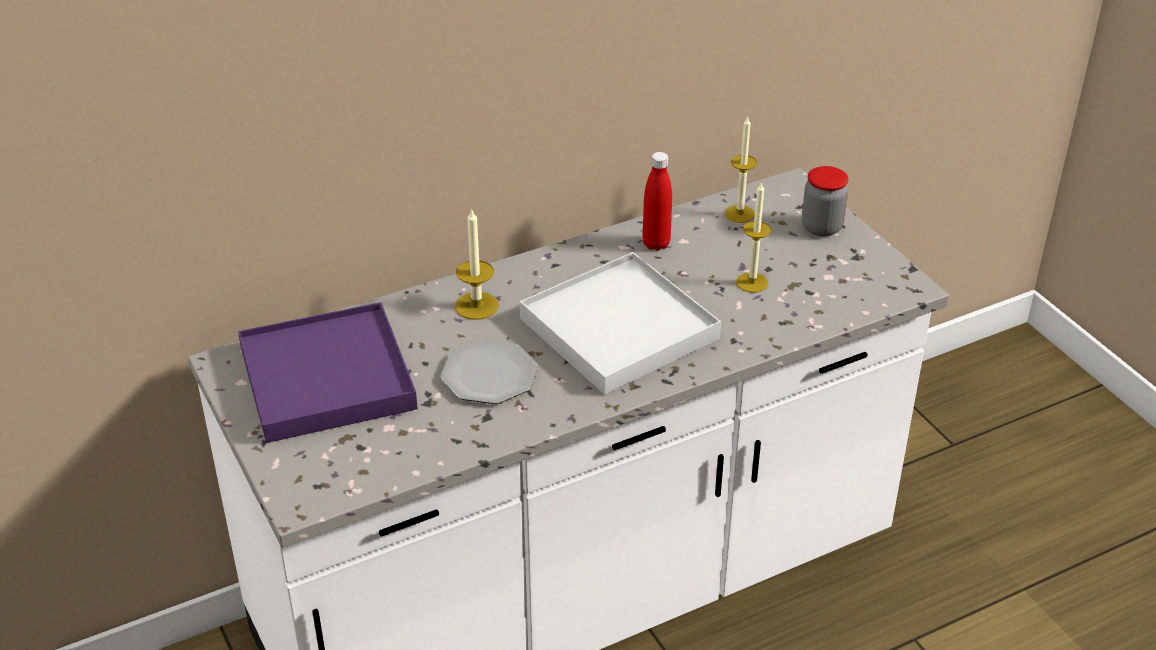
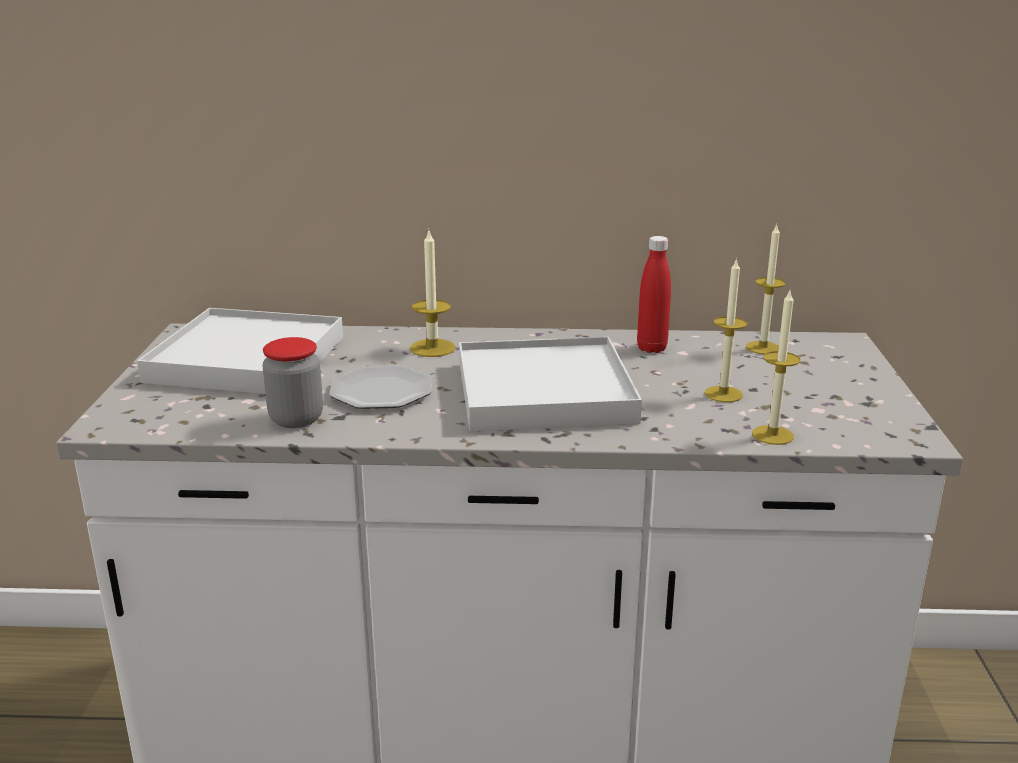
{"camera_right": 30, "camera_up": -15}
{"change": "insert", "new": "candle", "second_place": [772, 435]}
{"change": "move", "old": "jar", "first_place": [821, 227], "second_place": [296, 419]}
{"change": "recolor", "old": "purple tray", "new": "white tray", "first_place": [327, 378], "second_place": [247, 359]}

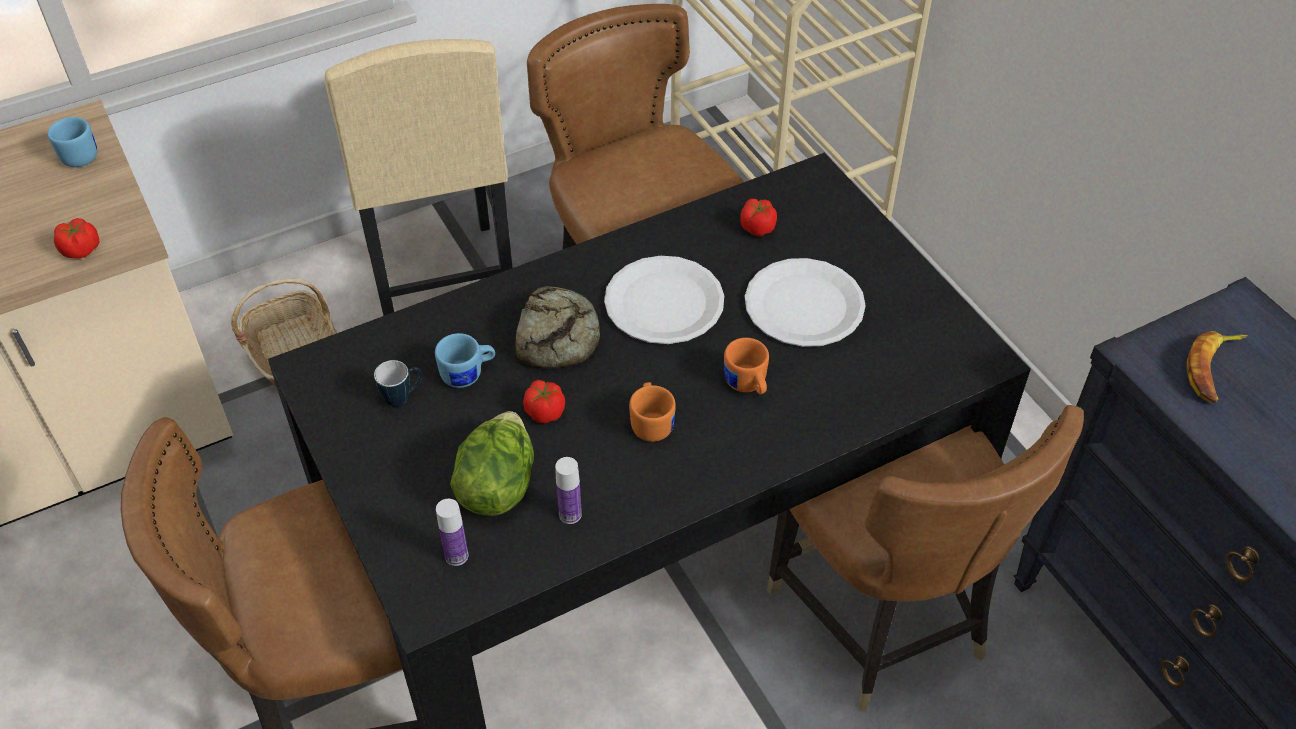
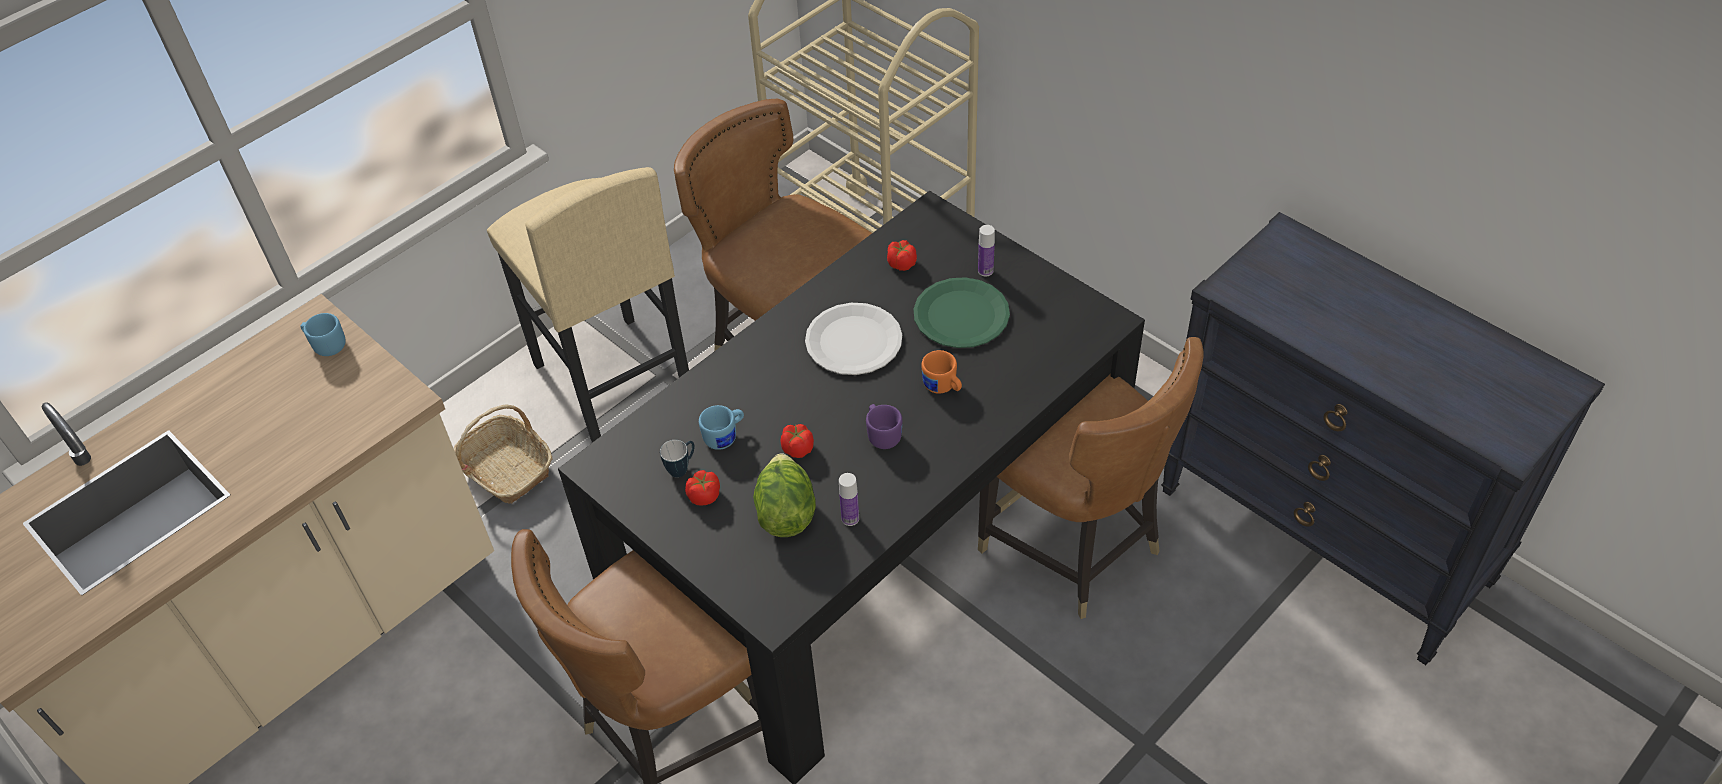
{"camera_right": -15, "camera_up": 0}
{"change": "delete", "old": "bread", "first_place": [558, 335]}
{"change": "delete", "old": "banana", "first_place": [1213, 369]}
{"change": "move", "old": "tomato", "first_place": [81, 250], "second_place": [704, 496]}
{"change": "move", "old": "bottle", "first_place": [456, 556], "second_place": [985, 271]}
{"change": "recolor", "old": "orange mug", "new": "purple mug", "first_place": [652, 422], "second_place": [882, 434]}
{"change": "recolor", "old": "white plate", "new": "green plate", "first_place": [804, 305], "second_place": [961, 315]}

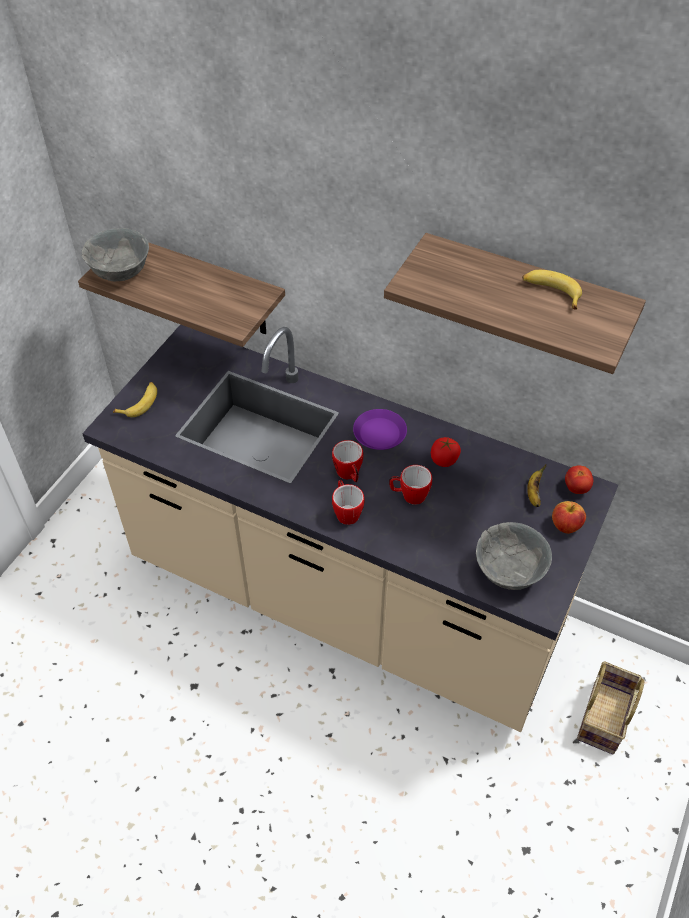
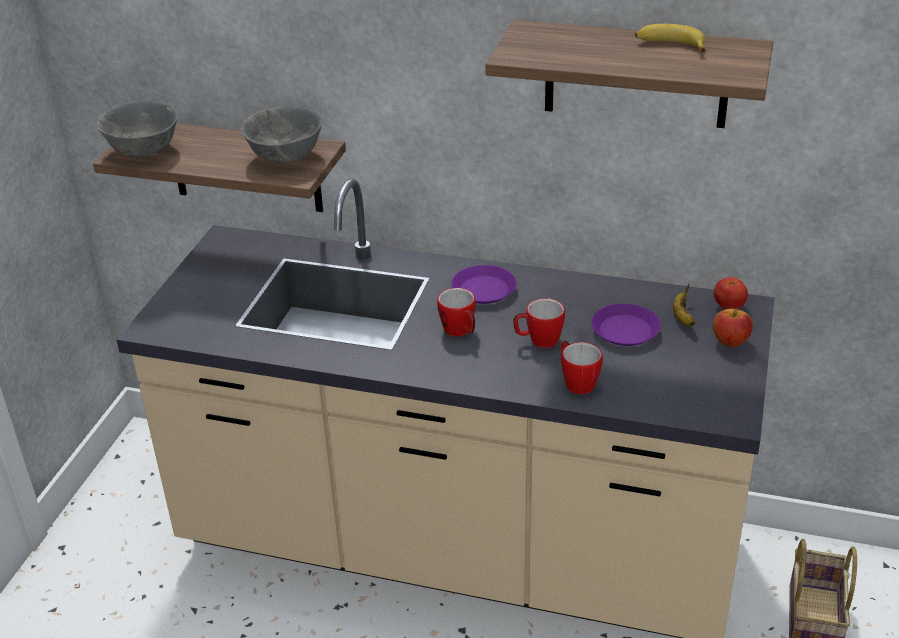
{"camera_right": -10, "camera_up": -15}
{"change": "delete", "old": "banana", "first_place": [140, 403]}
{"change": "delete", "old": "tomato", "first_place": [444, 460]}
{"change": "insert", "new": "purple plate", "second_place": [625, 330]}
{"change": "move", "old": "mug", "first_place": [346, 511], "second_place": [576, 382]}
{"change": "move", "old": "grey bowl", "first_place": [509, 571], "second_place": [285, 156]}

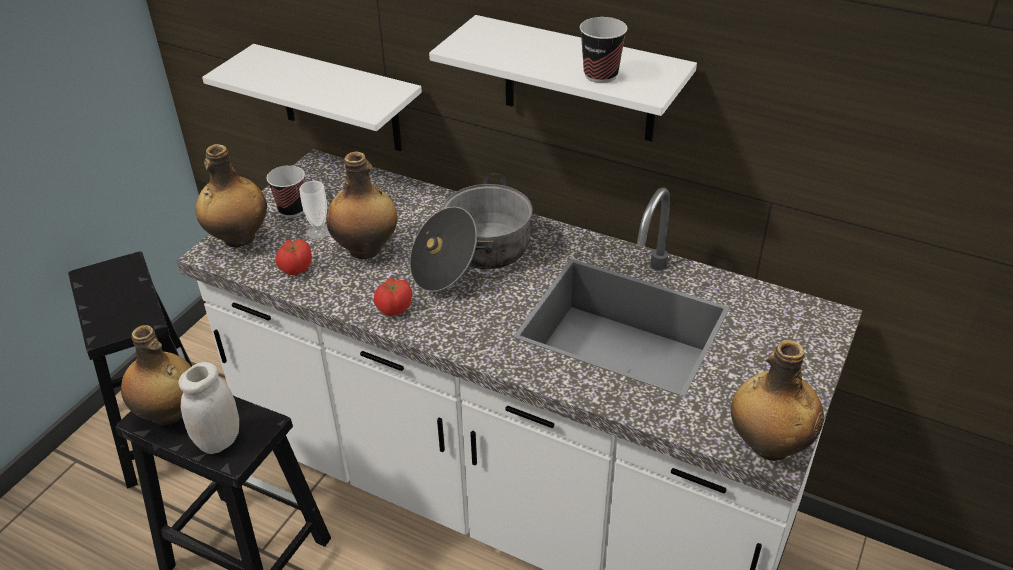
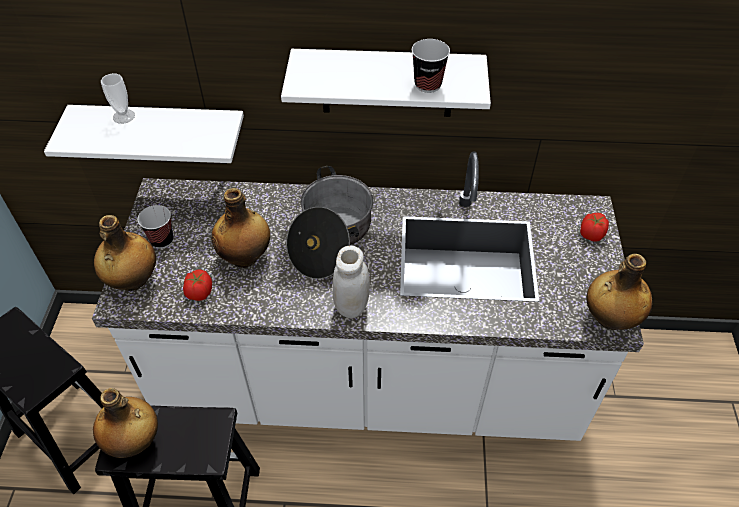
{"camera_right": -25, "camera_up": 10}
{"change": "move", "old": "white jar", "first_place": [219, 440], "second_place": [351, 306]}
{"change": "move", "old": "cup", "first_place": [319, 231], "second_place": [124, 116]}
{"change": "move", "old": "tomato", "first_place": [394, 308], "second_place": [591, 234]}

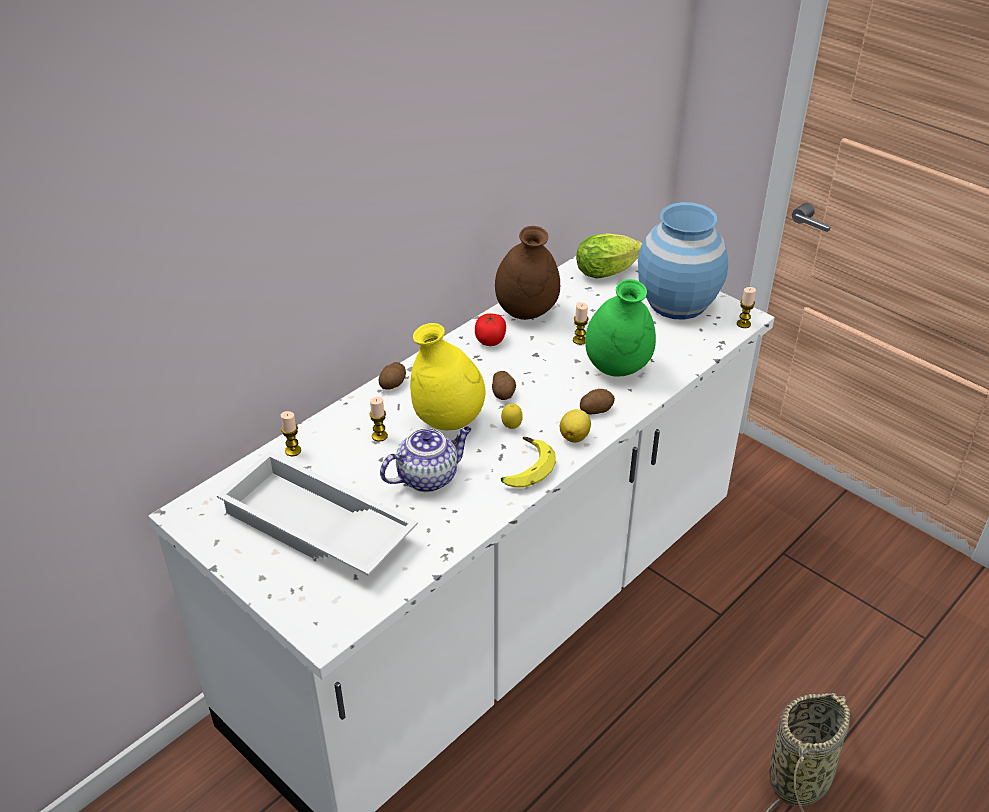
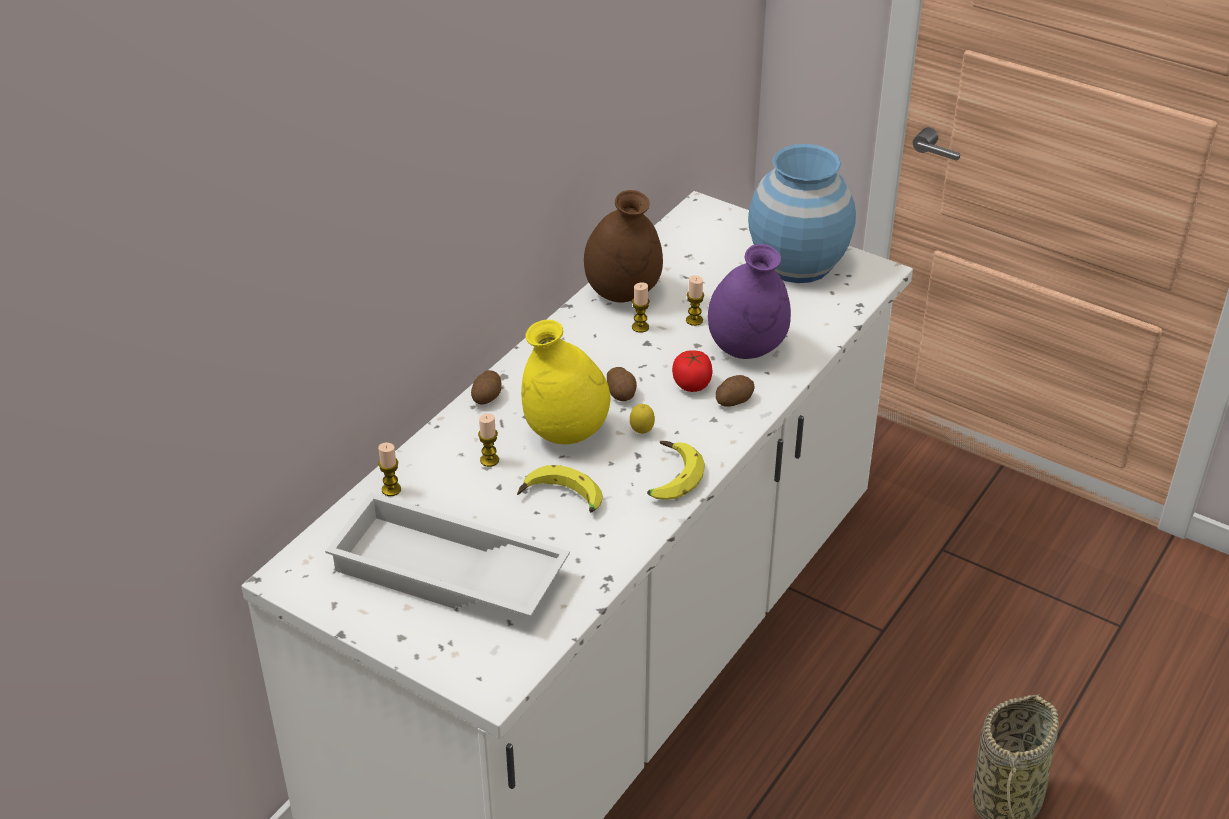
{"camera_right": -10, "camera_up": 0}
{"change": "delete", "old": "lemon", "first_place": [575, 436]}
{"change": "delete", "old": "lettuce", "first_place": [609, 272]}
{"change": "move", "old": "tomato", "first_place": [490, 340], "second_place": [692, 384]}
{"change": "move", "old": "candle", "first_place": [743, 324], "second_place": [640, 327]}
{"change": "replace", "old": "teapot", "new": "banana", "first_place": [428, 477], "second_place": [561, 500]}
{"change": "recolor", "old": "green vase", "new": "purple vase", "first_place": [617, 368], "second_place": [746, 349]}

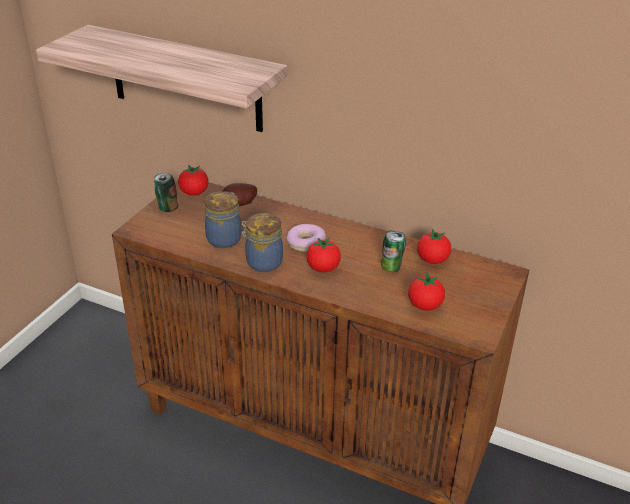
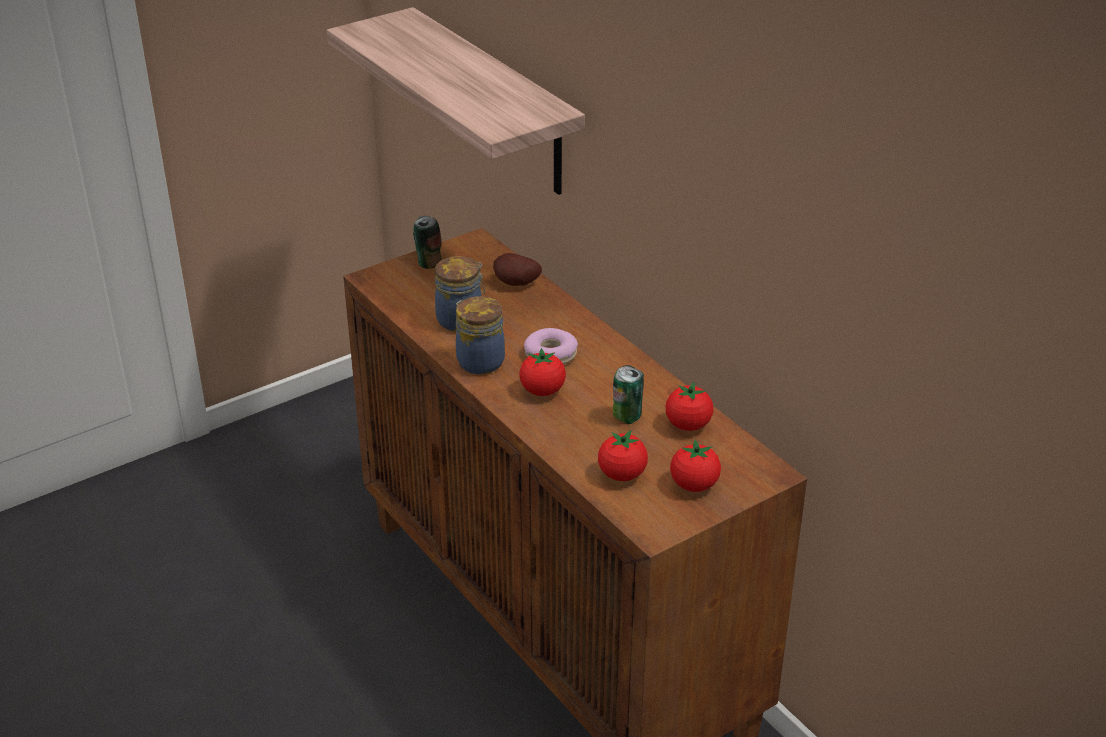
{"camera_right": 30, "camera_up": 0}
{"change": "move", "old": "tomato", "first_place": [194, 193], "second_place": [694, 485]}

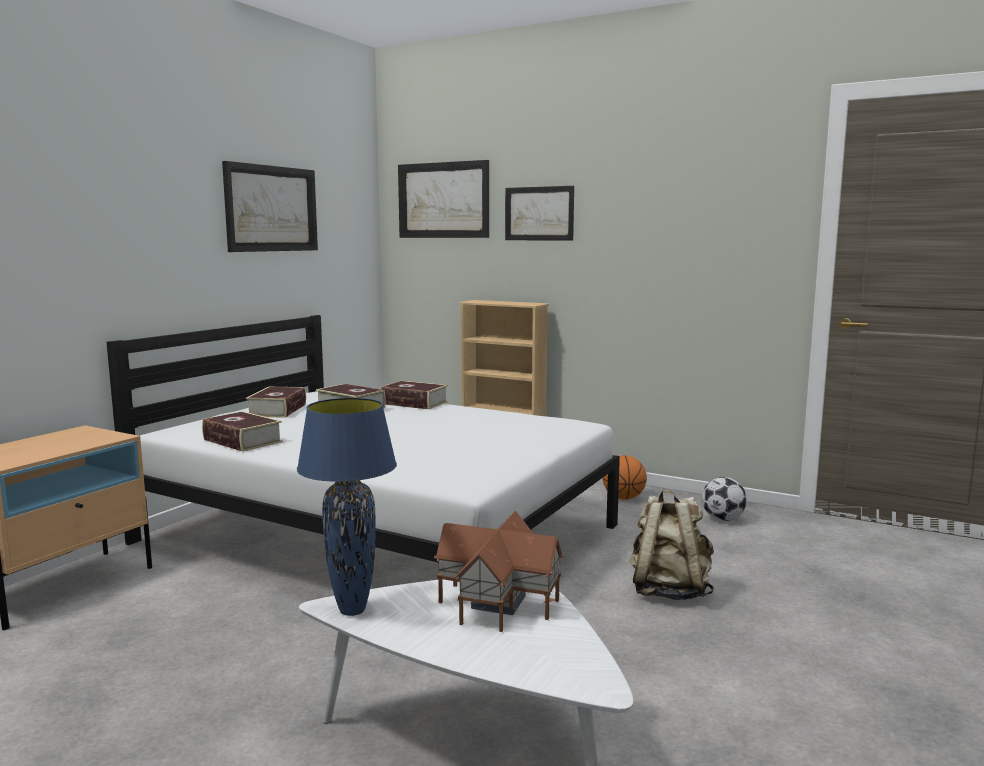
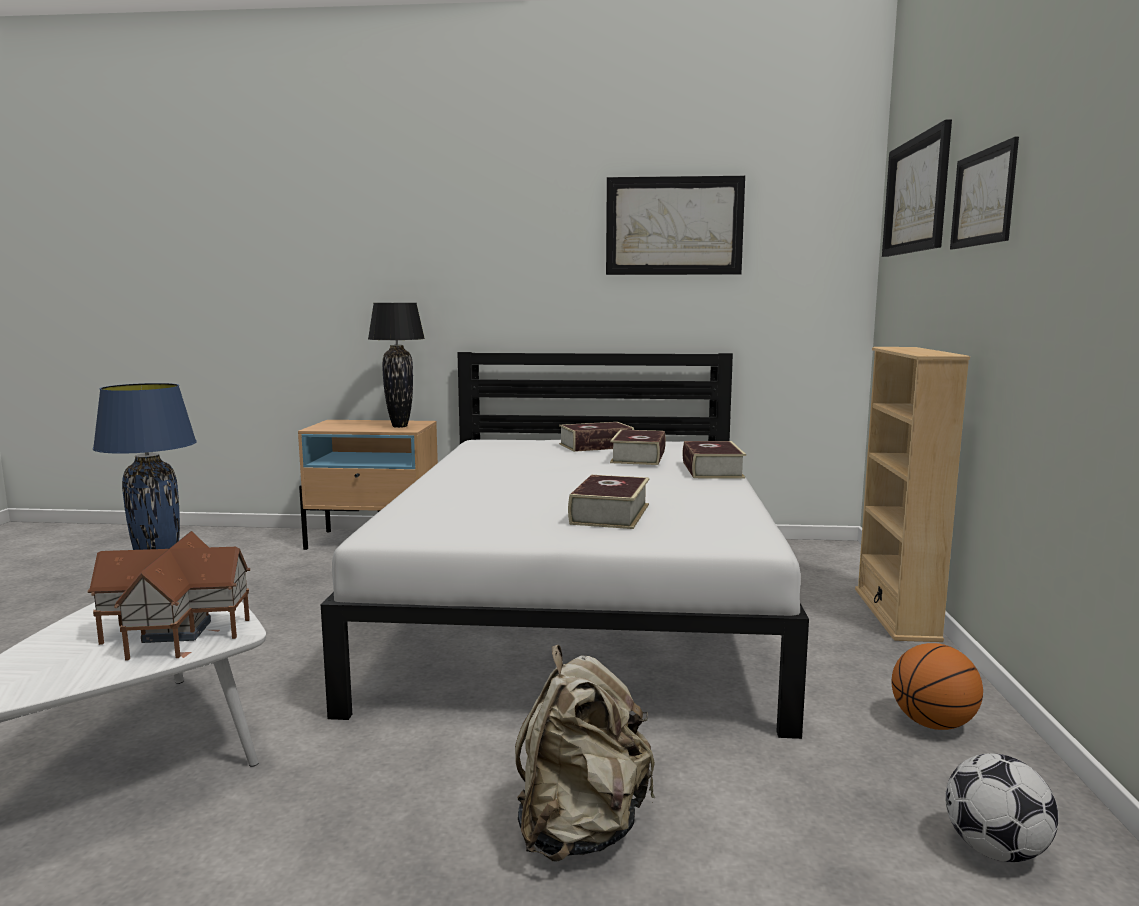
{"camera_right": 65, "camera_up": 0}
{"change": "insert", "new": "black table lamp", "second_place": [399, 426]}
{"change": "move", "old": "book", "first_place": [242, 441], "second_place": [610, 514]}

